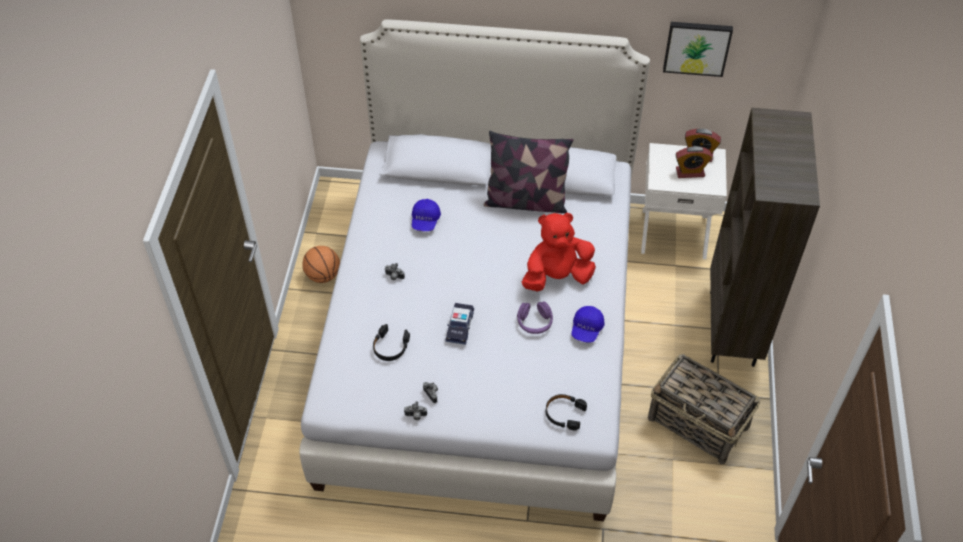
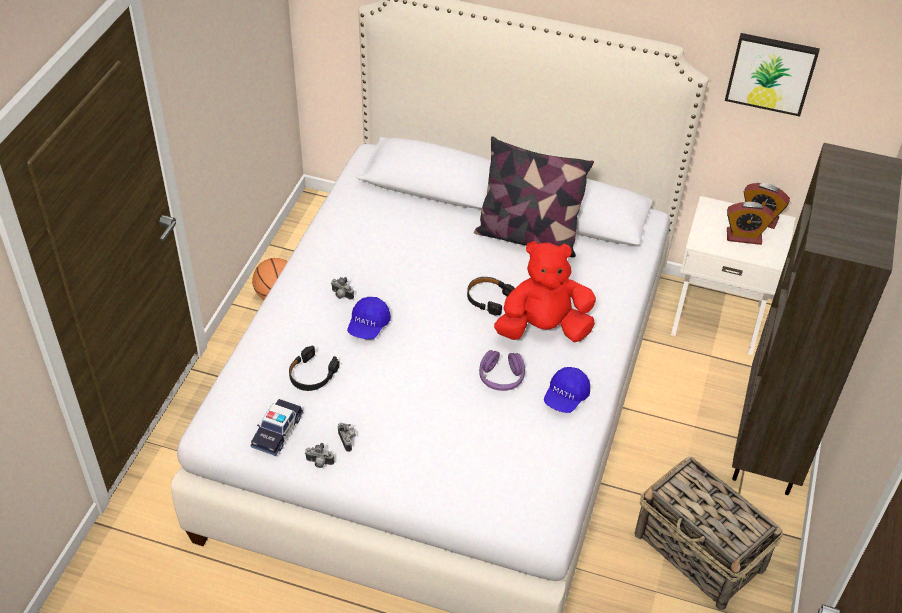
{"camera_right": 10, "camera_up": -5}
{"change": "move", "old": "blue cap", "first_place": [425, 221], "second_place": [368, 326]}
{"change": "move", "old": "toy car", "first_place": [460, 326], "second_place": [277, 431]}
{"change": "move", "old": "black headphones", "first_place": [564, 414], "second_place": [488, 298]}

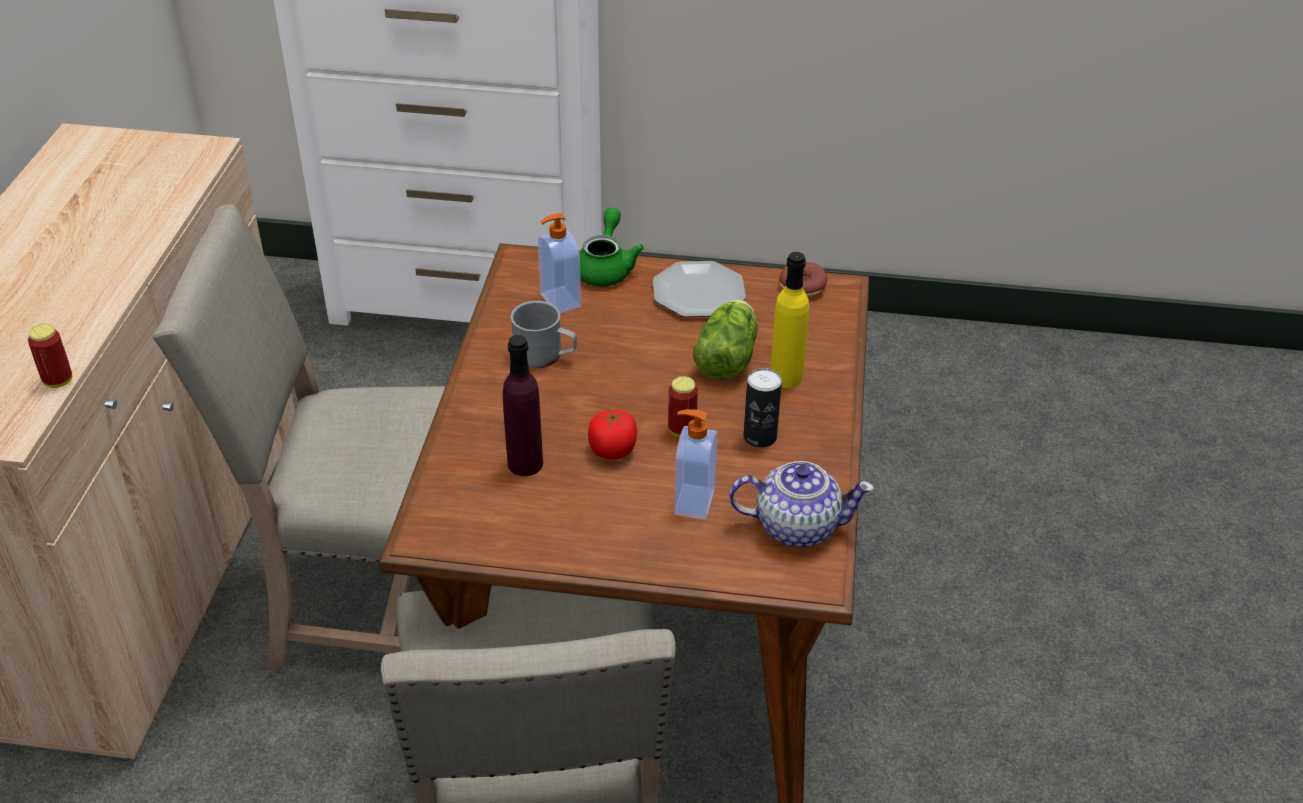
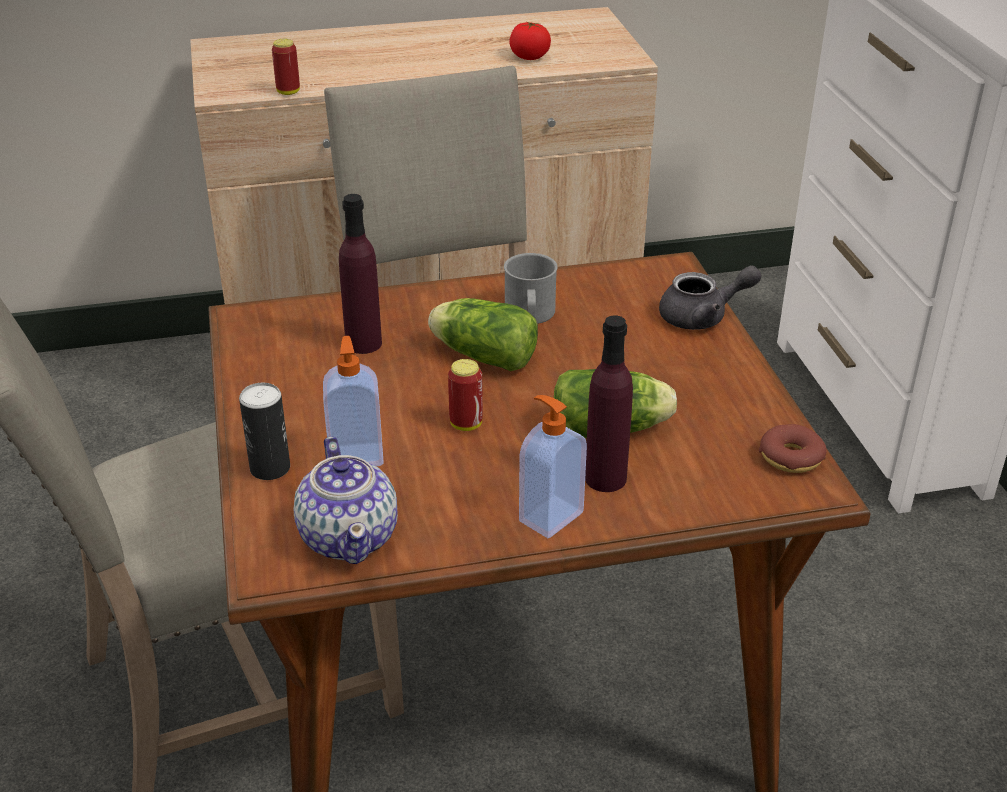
{"camera_right": 70, "camera_up": -5}
{"change": "delete", "old": "plate", "first_place": [699, 292]}
{"change": "insert", "new": "lettuce", "second_place": [481, 355]}
{"change": "move", "old": "soap dispenser", "first_place": [559, 301], "second_place": [549, 516]}
{"change": "move", "old": "tomato", "first_place": [612, 450], "second_place": [529, 57]}
{"change": "move", "old": "can", "first_place": [760, 437], "second_place": [270, 468]}
{"change": "recolor", "old": "green teapot", "new": "grey teapot", "first_place": [606, 268], "second_place": [703, 317]}
{"change": "recolor", "old": "yellow bottle", "new": "purple bottle", "first_place": [786, 377], "second_place": [605, 478]}

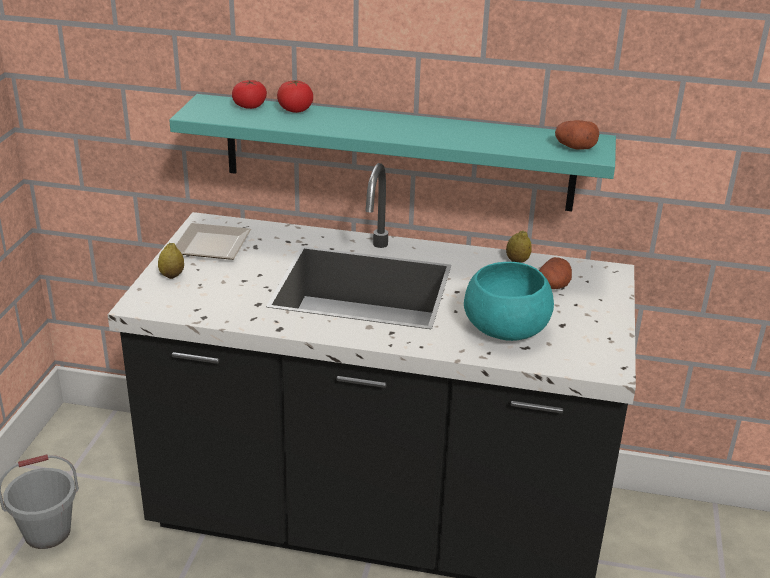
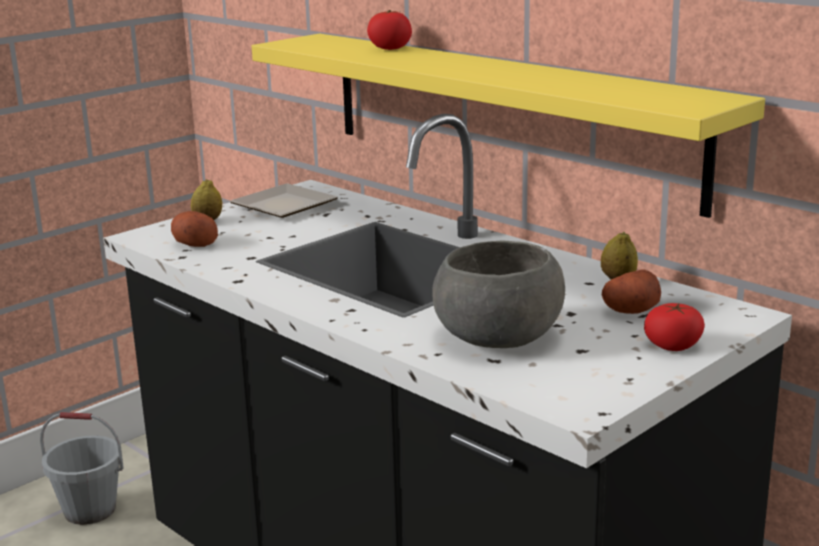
{"camera_right": 35, "camera_up": -10}
{"change": "move", "old": "tomato", "first_place": [250, 106], "second_place": [673, 345]}
{"change": "move", "old": "potato", "first_place": [574, 147], "second_place": [193, 243]}
{"change": "recolor", "old": "turquoise shelf", "new": "yellow shelf", "first_place": [397, 152], "second_place": [504, 115]}
{"change": "recolor", "old": "turquoise bowl", "new": "grey bowl", "first_place": [505, 327], "second_place": [497, 336]}

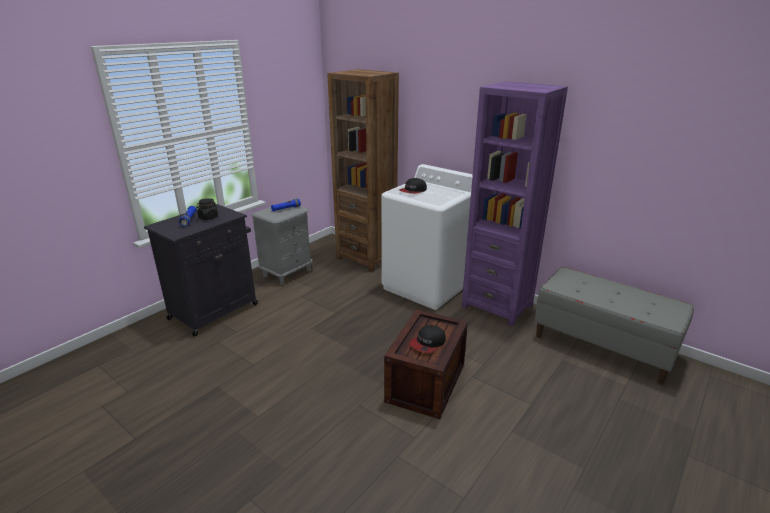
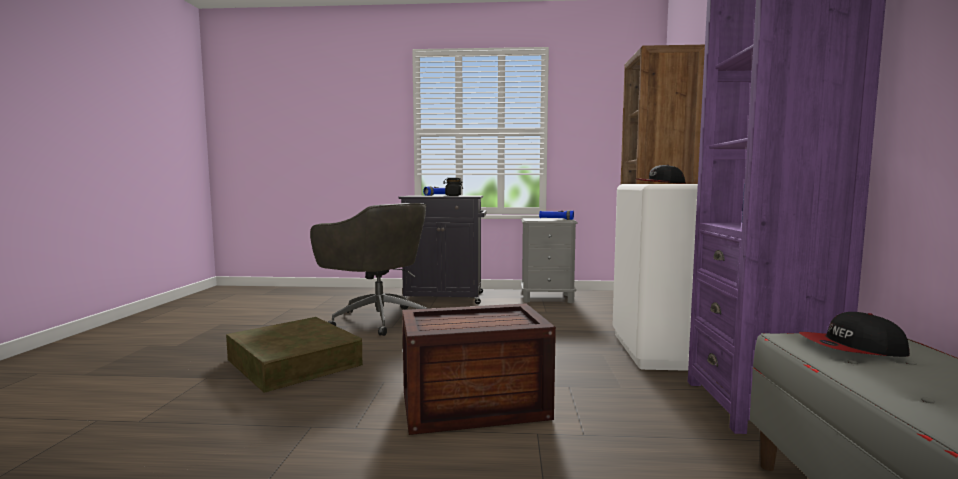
{"camera_right": 55, "camera_up": -20}
{"change": "insert", "new": "brown storage box", "second_place": [294, 362]}
{"change": "insert", "new": "grey office chair", "second_place": [377, 320]}
{"change": "move", "old": "cap", "first_place": [428, 343], "second_place": [852, 348]}

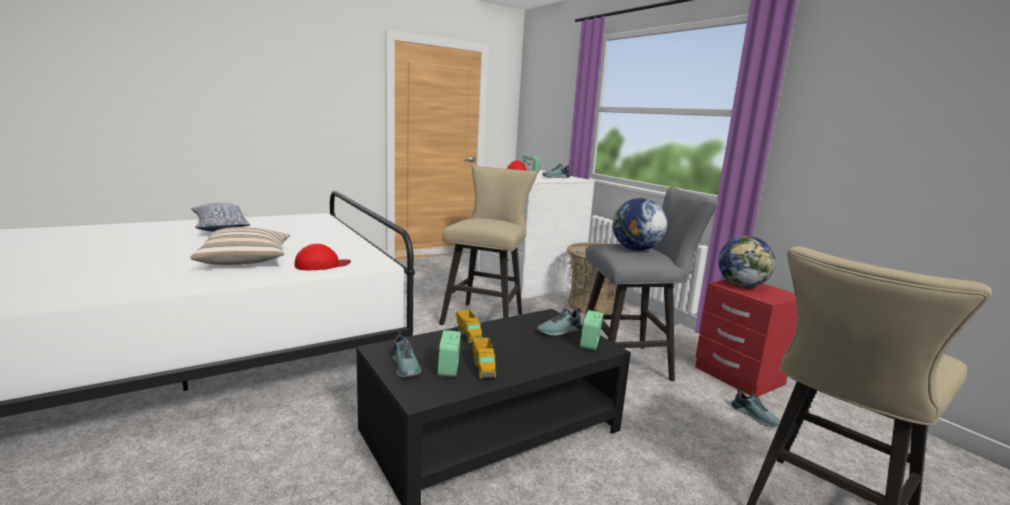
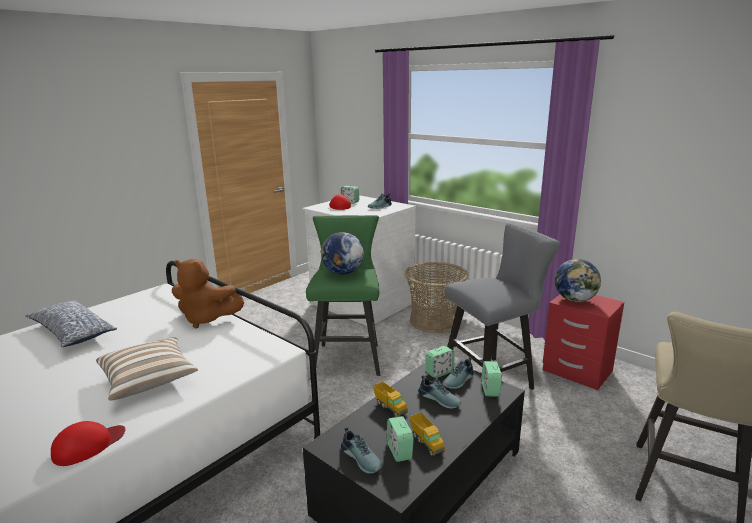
{"camera_right": -15, "camera_up": 5}
{"change": "insert", "new": "brown plush toy", "second_place": [206, 319]}
{"change": "insert", "new": "alarm clock", "second_place": [439, 372]}
{"change": "move", "old": "red cap", "first_place": [322, 265], "second_place": [88, 445]}
{"change": "move", "old": "globe", "first_place": [635, 249], "second_place": [342, 273]}
{"change": "move", "old": "shoe", "first_place": [755, 416], "second_place": [440, 399]}
{"change": "recolor", "old": "beige stool", "new": "green stool", "first_place": [486, 317], "second_place": [348, 356]}

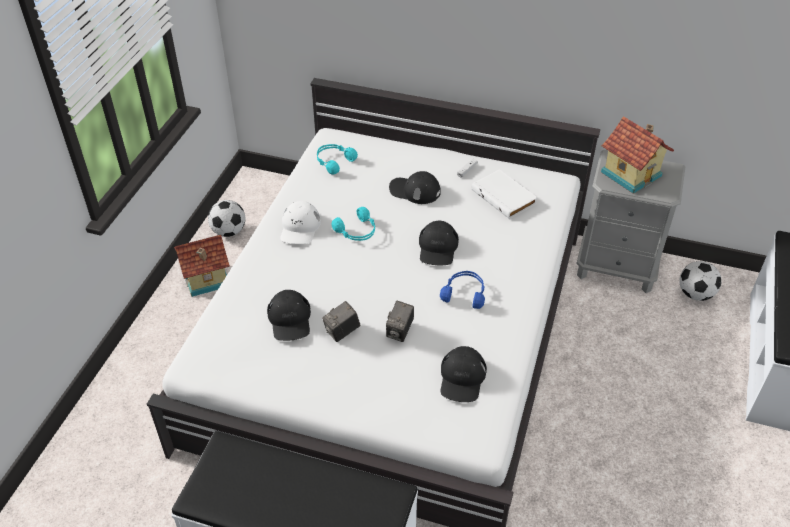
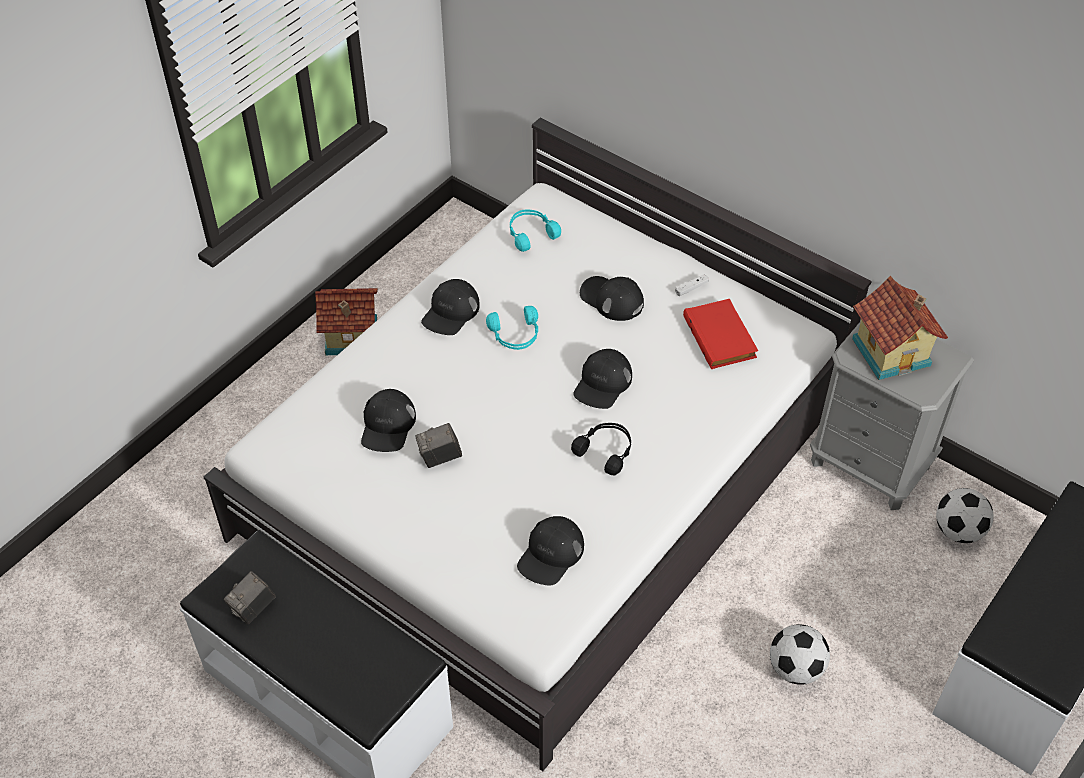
{"camera_right": 20, "camera_up": 5}
{"change": "move", "old": "football", "first_place": [229, 231], "second_place": [795, 668]}
{"change": "move", "old": "photo camera", "first_place": [400, 331], "second_place": [253, 608]}
{"change": "recolor", "old": "white cap", "new": "black cap", "first_place": [300, 228], "second_place": [450, 312]}
{"change": "recolor", "old": "blue headphones", "new": "black headphones", "first_place": [464, 293], "second_place": [606, 451]}
{"change": "recolor", "old": "white book", "new": "red book", "first_place": [505, 196], "second_place": [721, 337]}

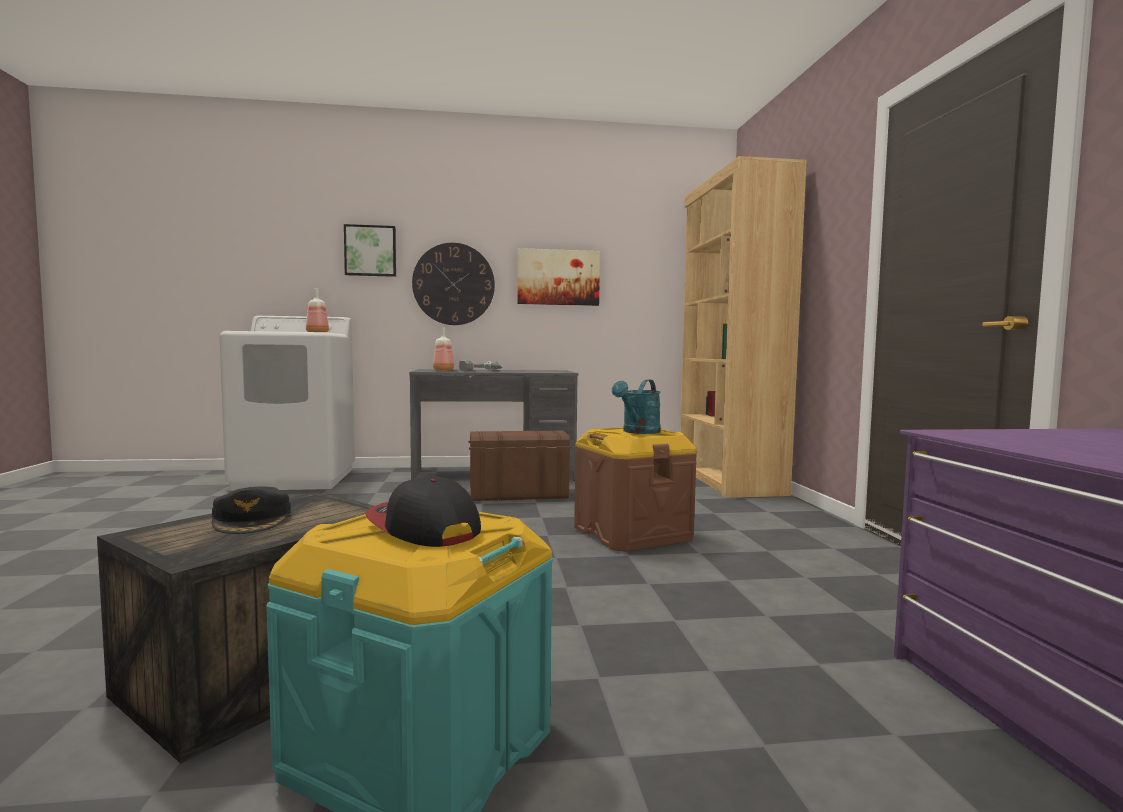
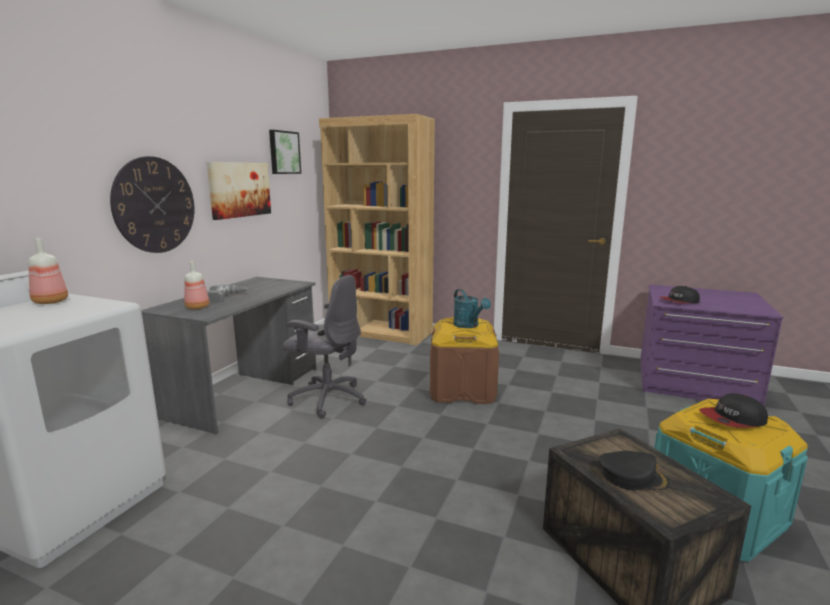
{"camera_right": -60, "camera_up": 10}
{"change": "insert", "new": "cap", "second_place": [679, 301]}
{"change": "move", "old": "picture", "first_place": [370, 251], "second_place": [283, 152]}
{"change": "replace", "old": "brown storage box", "new": "grey office chair", "first_place": [517, 495], "second_place": [327, 399]}

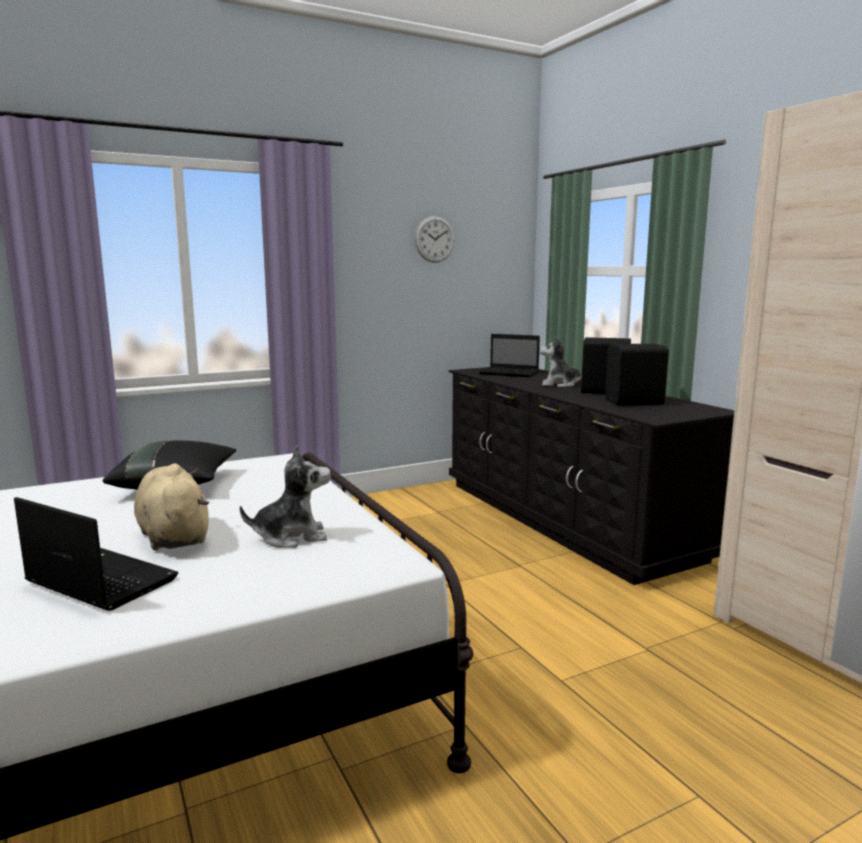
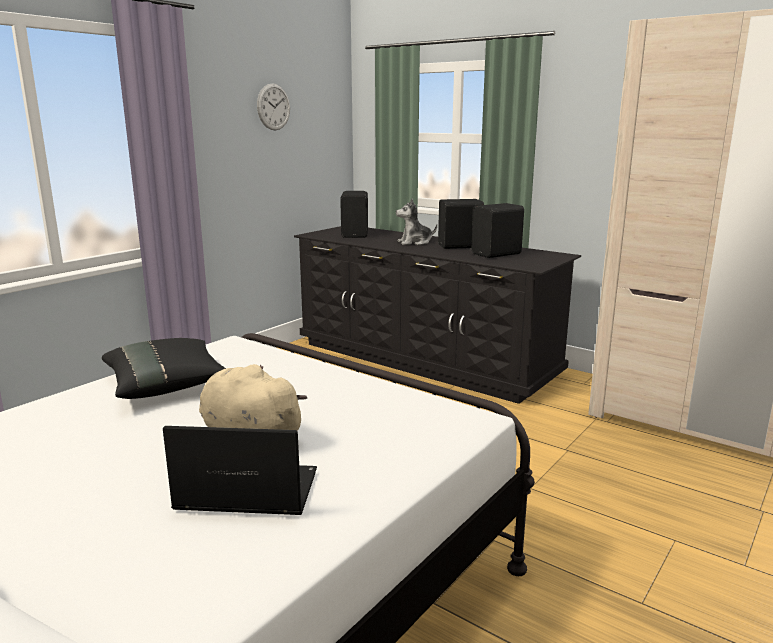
{"camera_right": -25, "camera_up": 5}
{"change": "delete", "old": "plush toy", "first_place": [291, 537]}
{"change": "replace", "old": "laptop", "new": "black speaker", "first_place": [510, 373], "second_place": [356, 234]}

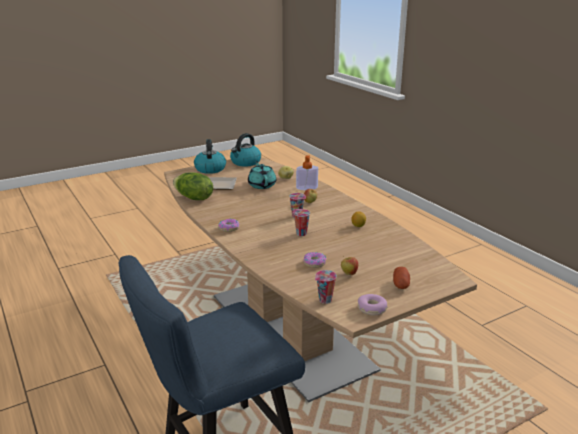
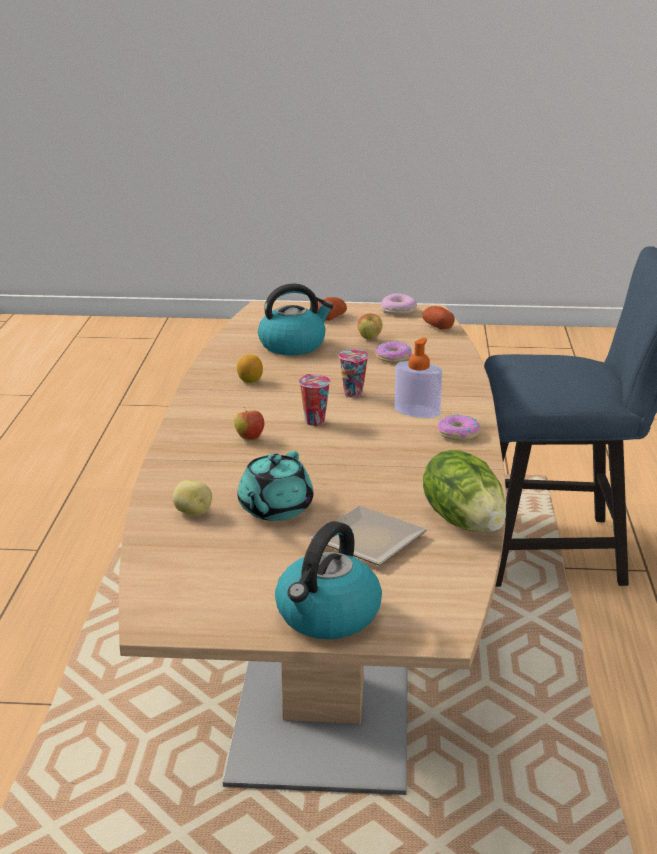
{"camera_right": -145, "camera_up": 0}
{"change": "move", "old": "kettle", "first_place": [245, 162], "second_place": [293, 345]}
{"change": "move", "old": "soap dispenser", "first_place": [307, 188], "second_place": [417, 411]}
{"change": "replace", "old": "cup", "new": "potato", "first_place": [324, 300], "second_place": [437, 327]}

